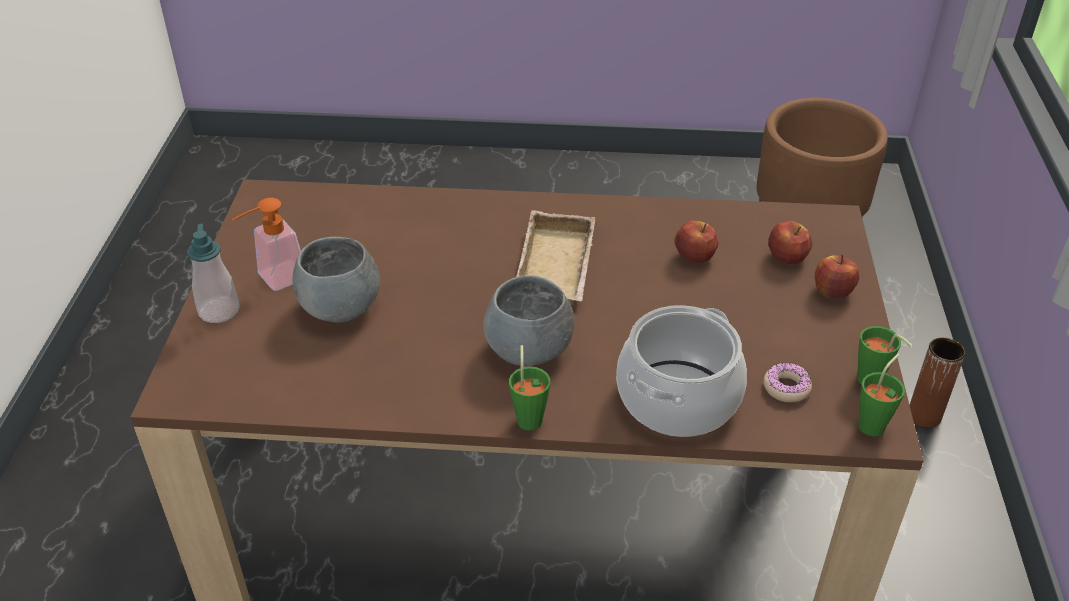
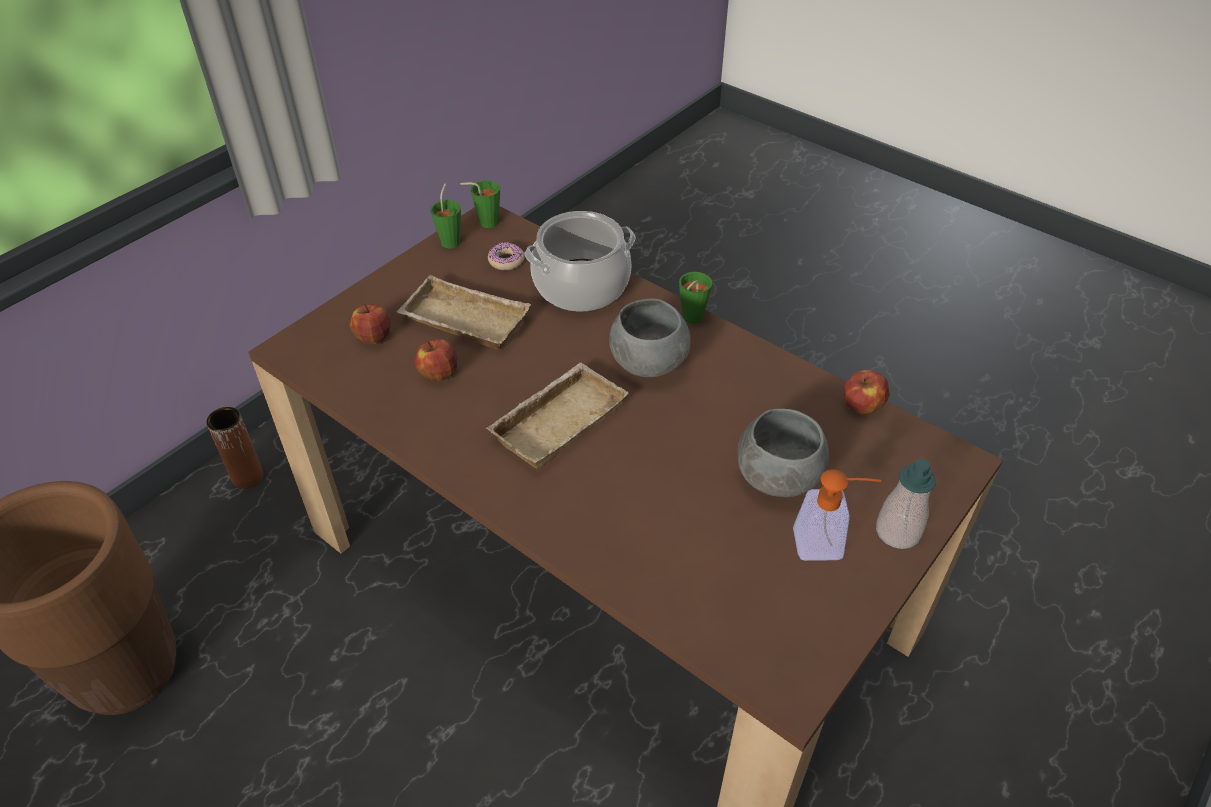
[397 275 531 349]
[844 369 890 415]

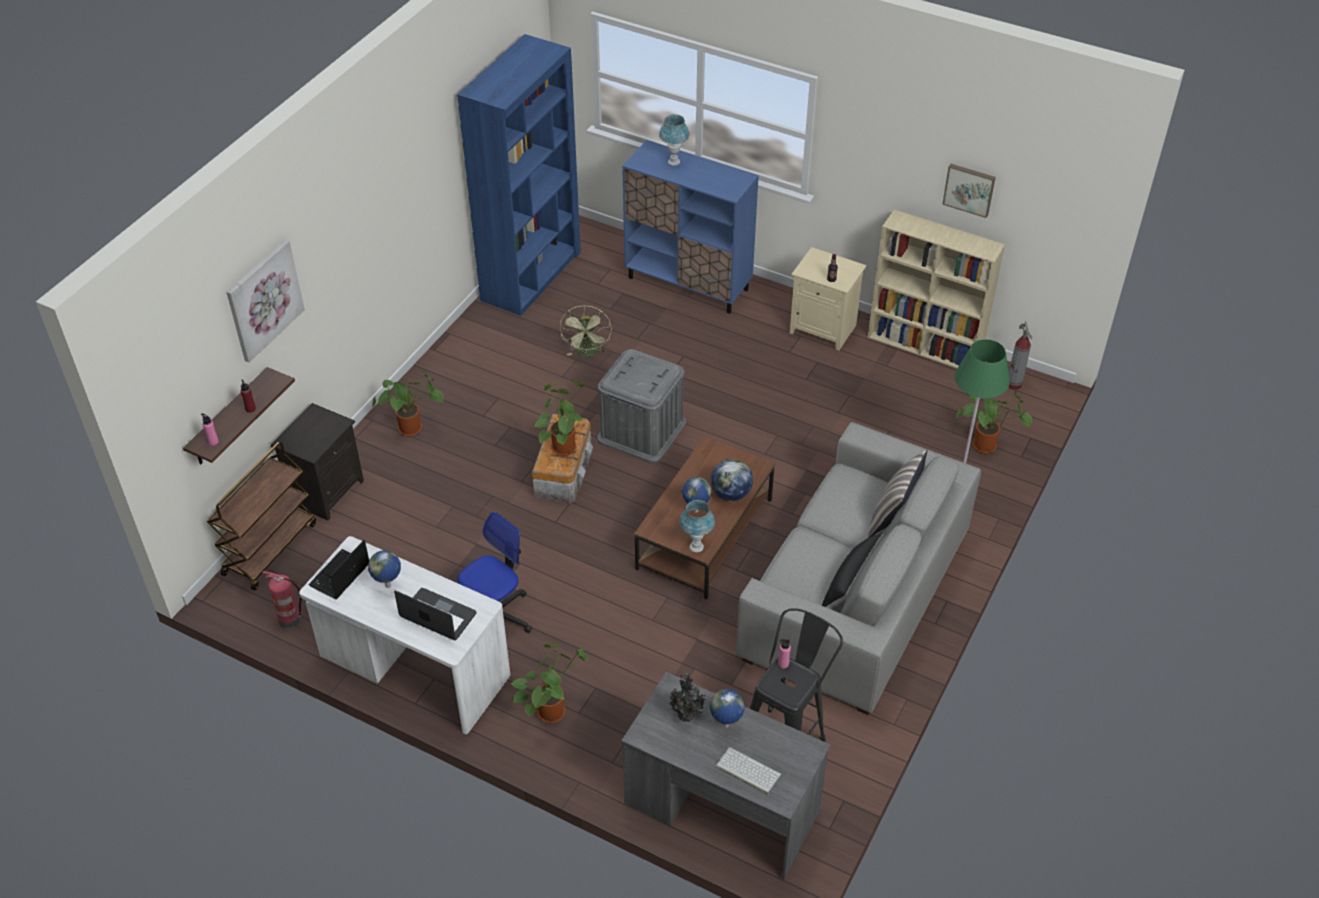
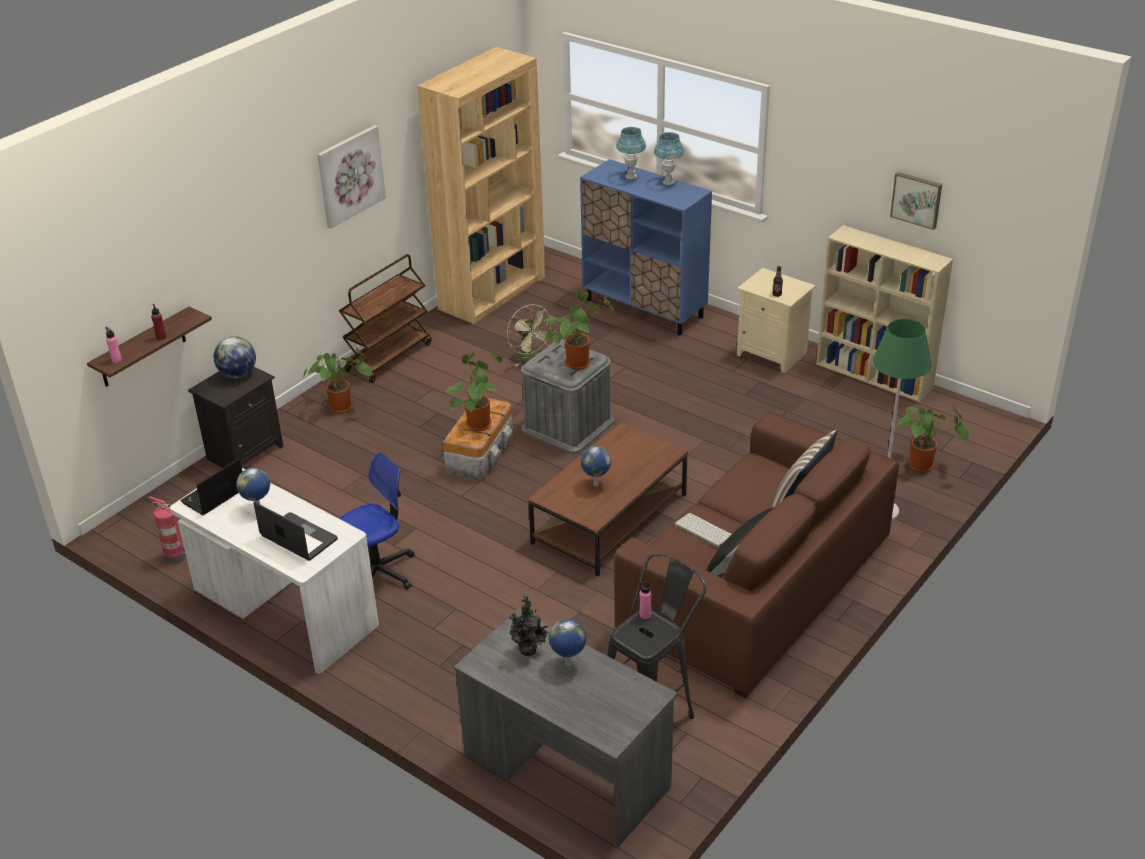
[214 336 256 378]
[317 125 386 229]
[339 254 432 383]
[417 47 545 324]
[507 304 551 367]
[543 292 614 370]
[614 412 899 698]
[654 132 684 185]
[675 513 732 548]
[1009 321 1032 390] (first image)

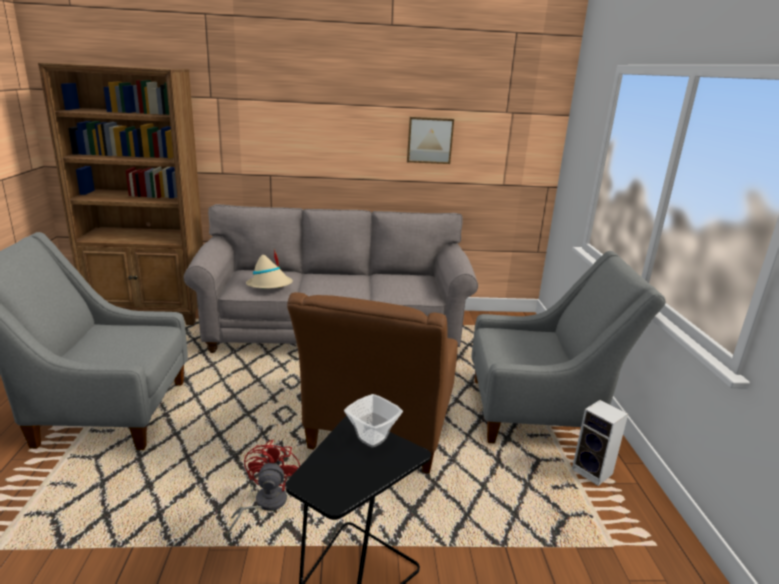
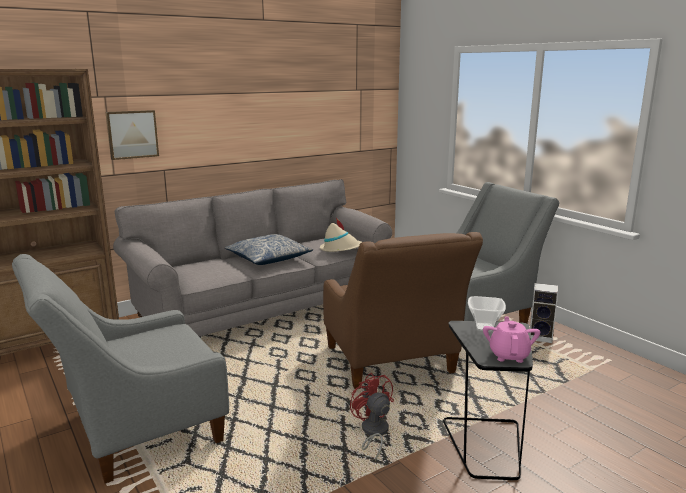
[105 110 159 160]
[225 234 313 265]
[320 218 362 252]
[483 317 540 363]

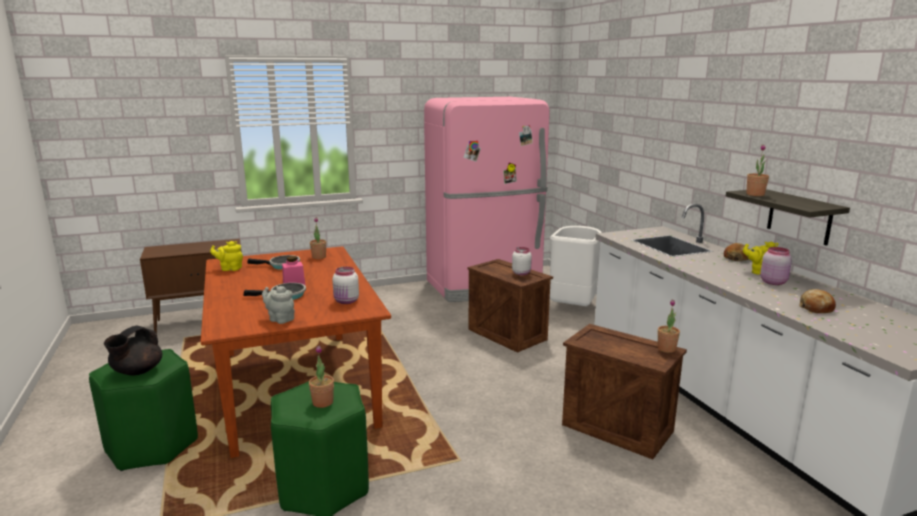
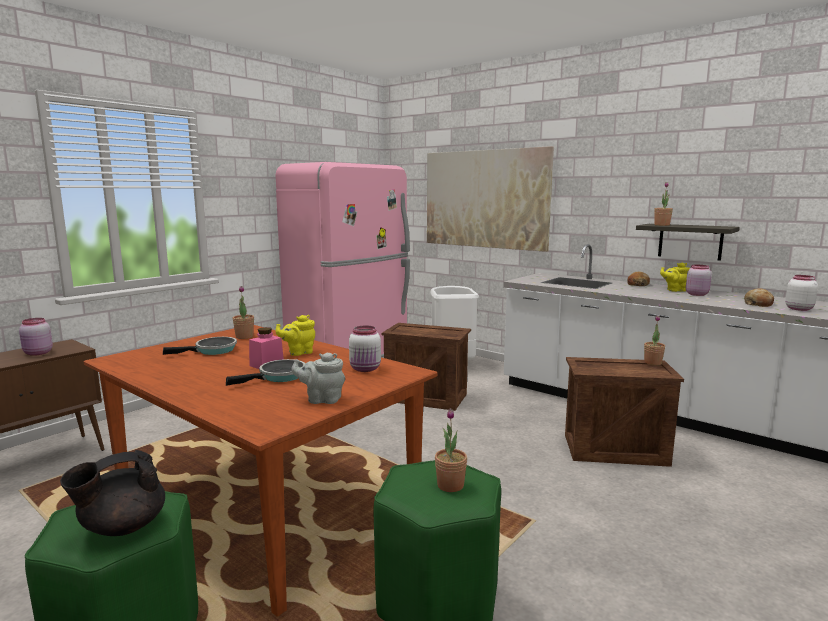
[19 318 53 356]
[60 450 165 536]
[275 315 315 356]
[427 146 554 252]
[785 275 818 311]

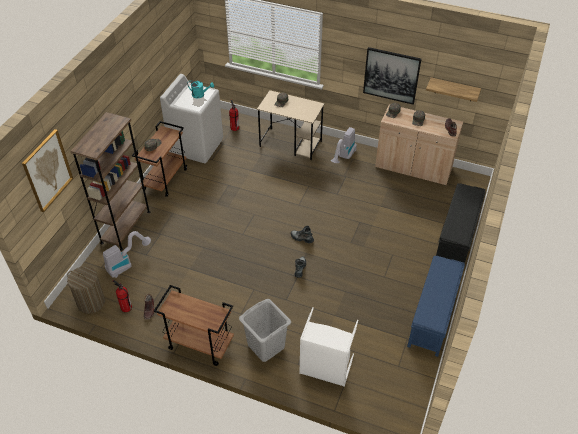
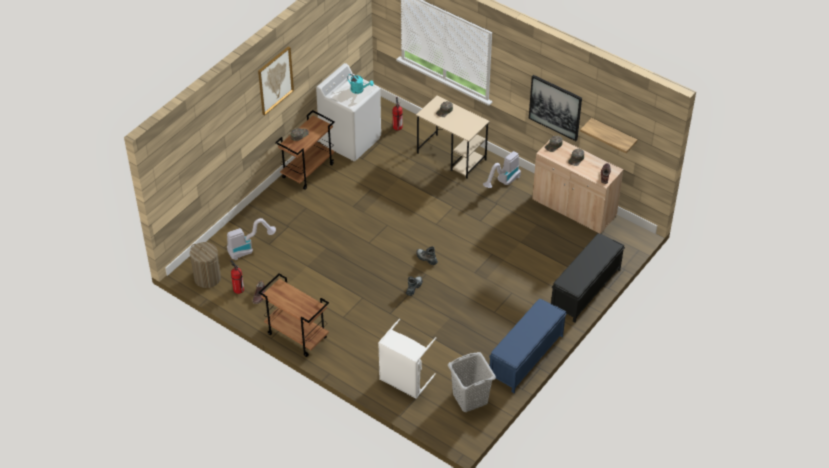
[258 46 294 115]
[448 352 496 412]
[70 112 150 251] (first image)

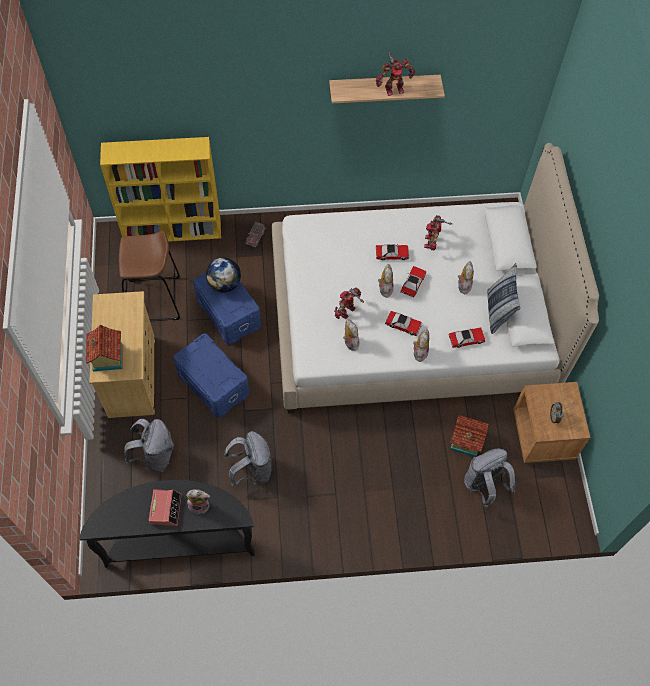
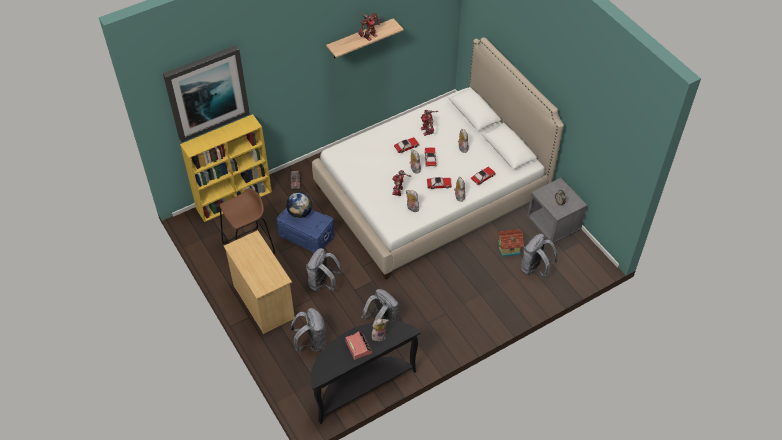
[163 46 250 142]
[306 248 343 291]
[527 178 587 244]
[86 325 122 371] (first image)
[487 263 521 334] (first image)

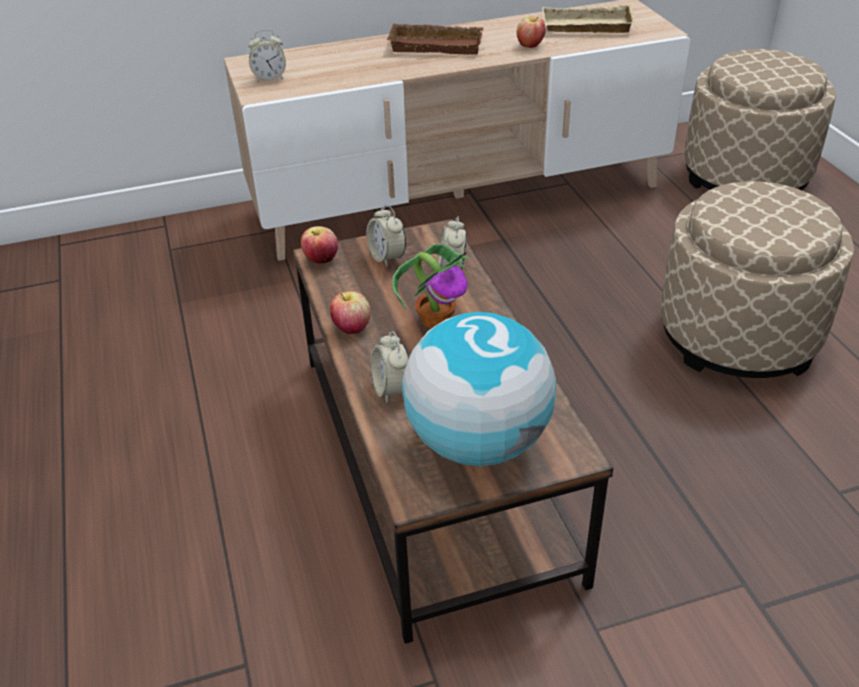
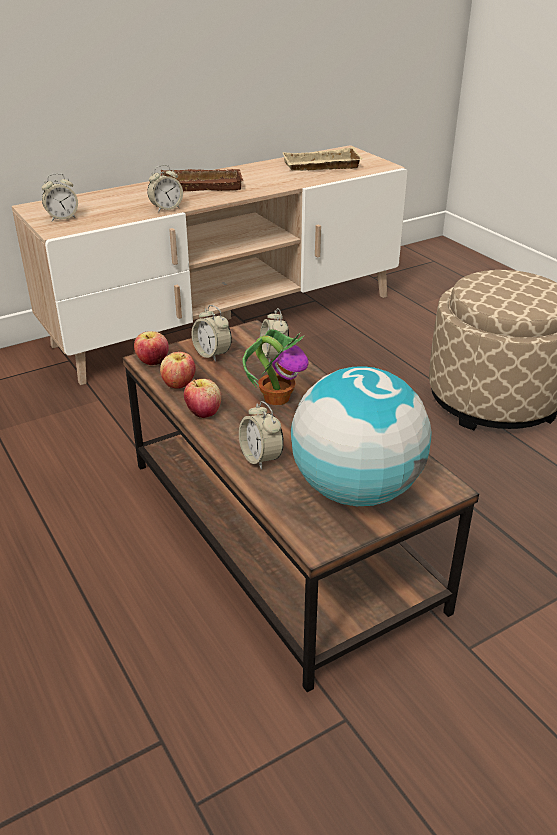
[147 165 183 212]
[160 352 195 389]
[684 49 836 190] (first image)

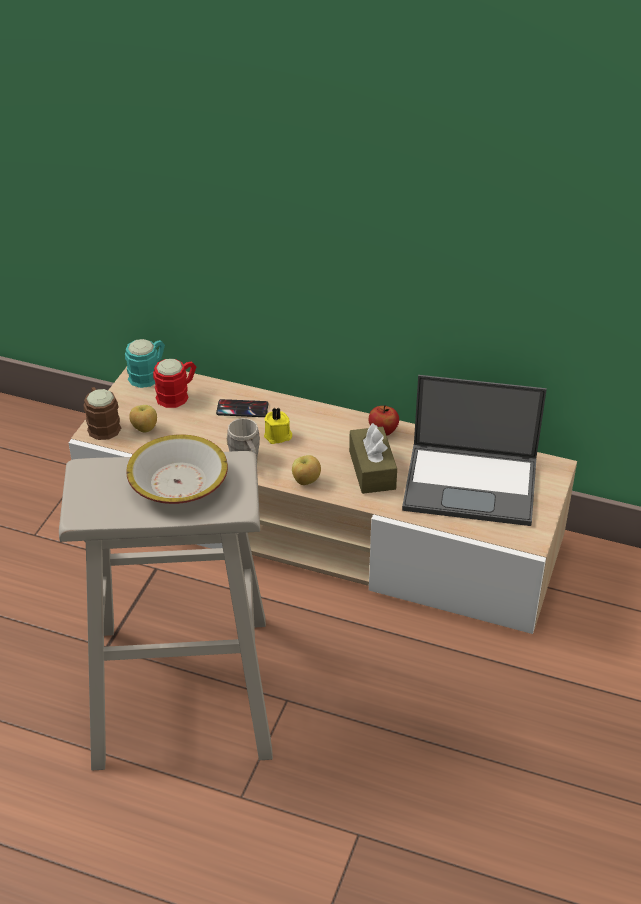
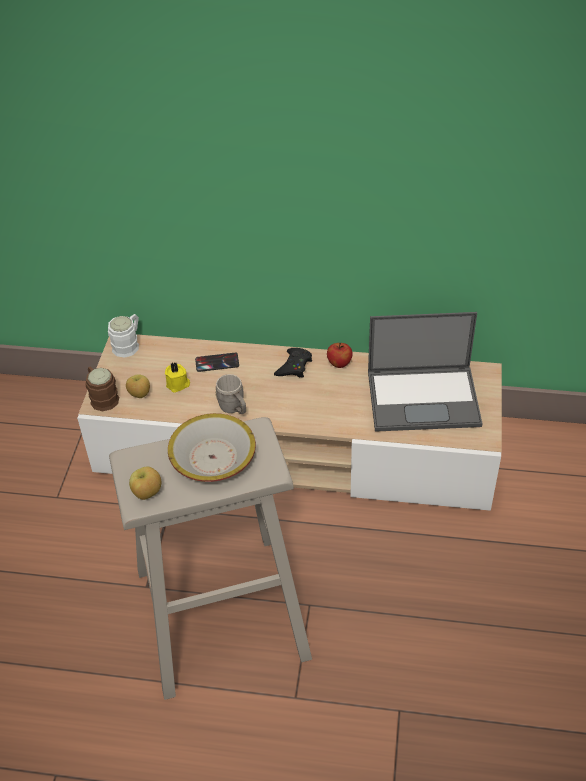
[108 314 139 358]
[129 467 161 500]
[165 362 190 393]
[274 348 312 378]
[153 359 196 408] (first image)
[349 423 397 494] (first image)

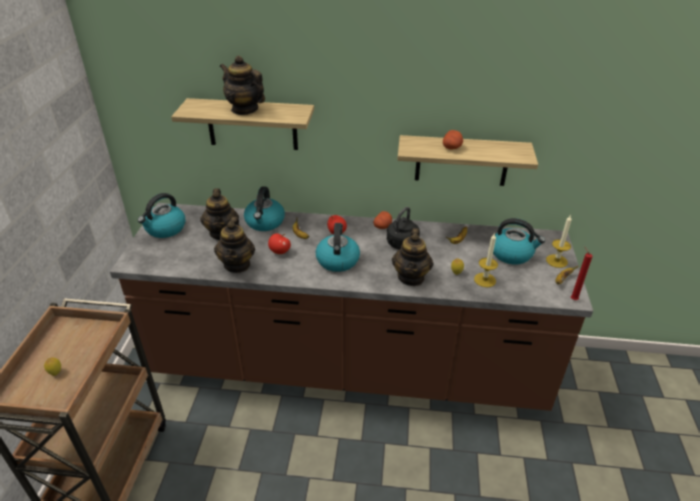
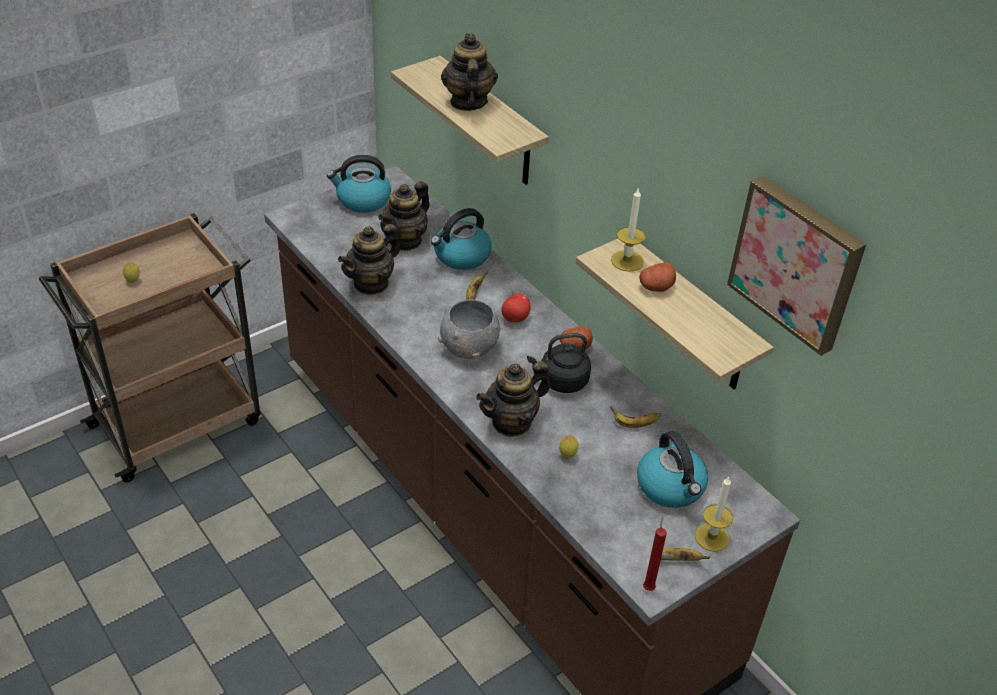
[438 299 501 359]
[611 187 646 272]
[727 176 866 356]
[268 233 291 254] (first image)

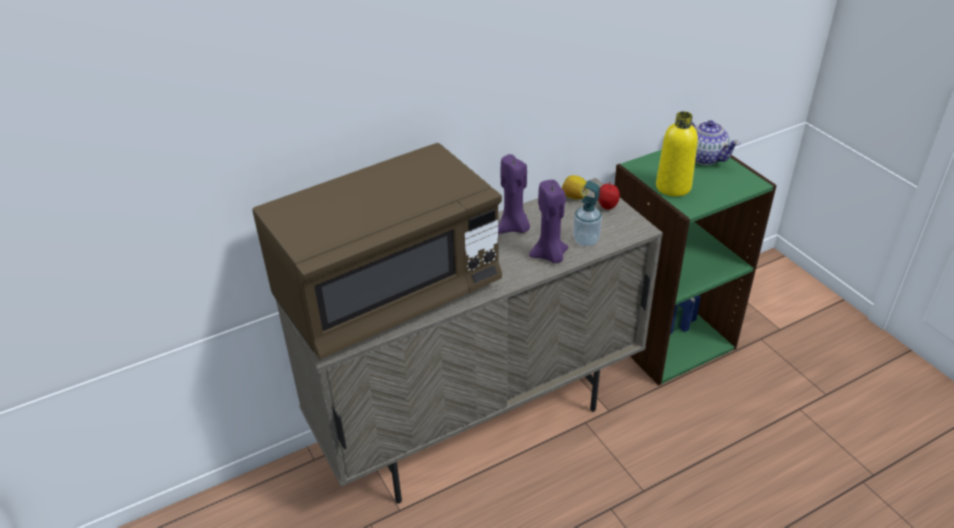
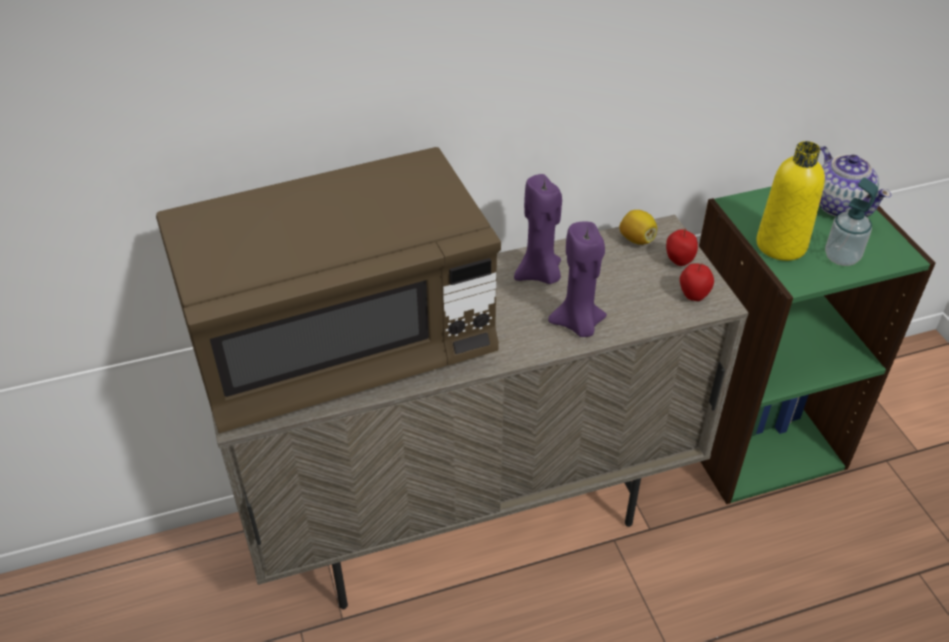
[680 263 714 301]
[825 177 878 266]

